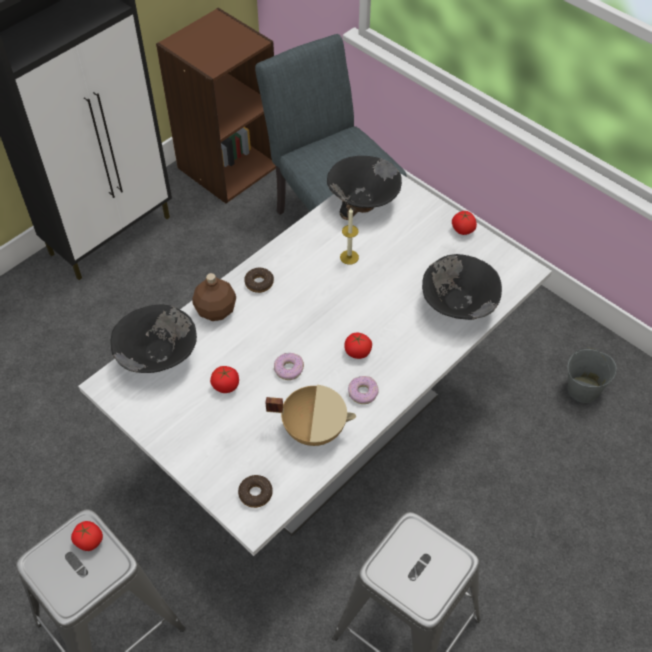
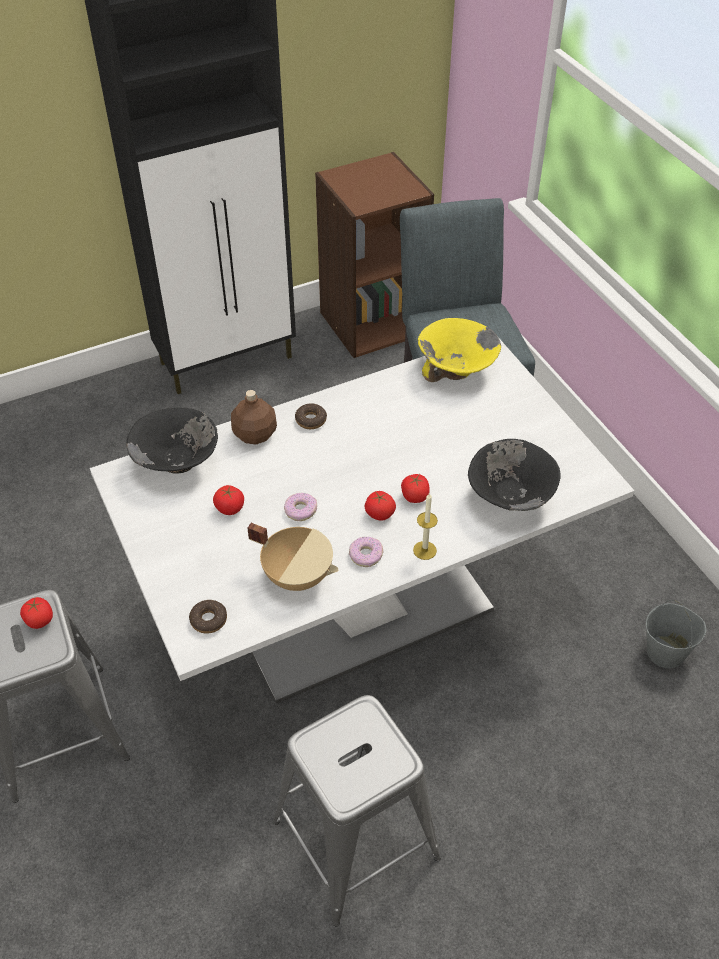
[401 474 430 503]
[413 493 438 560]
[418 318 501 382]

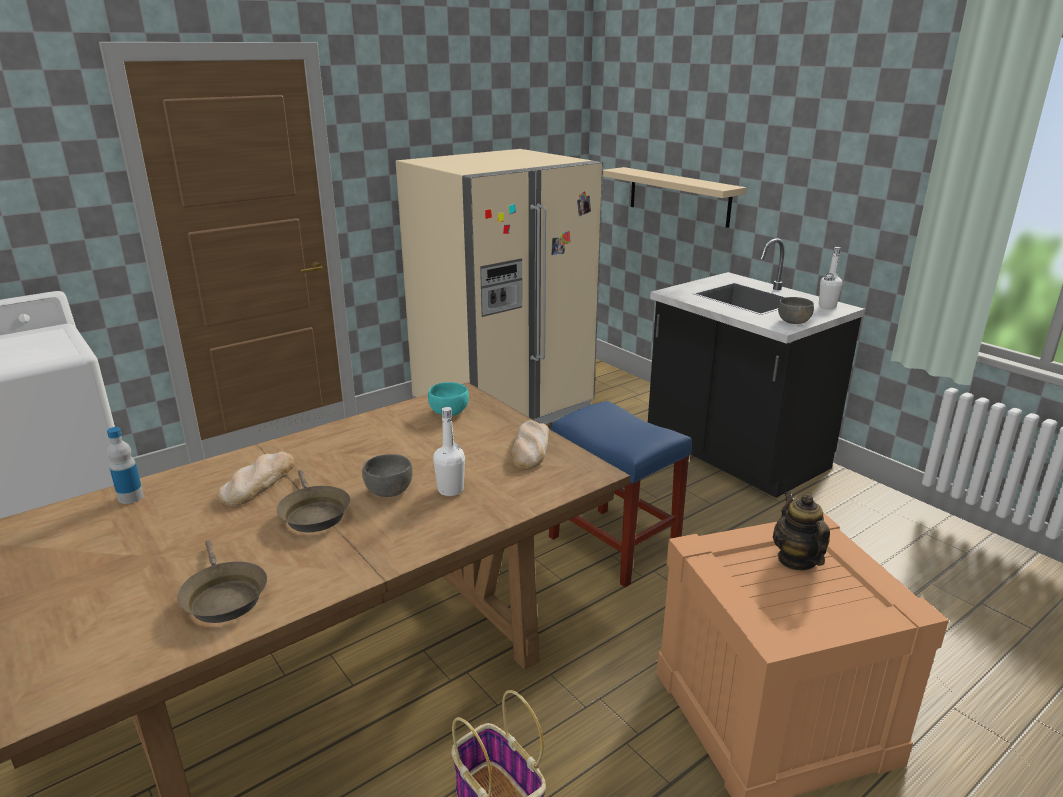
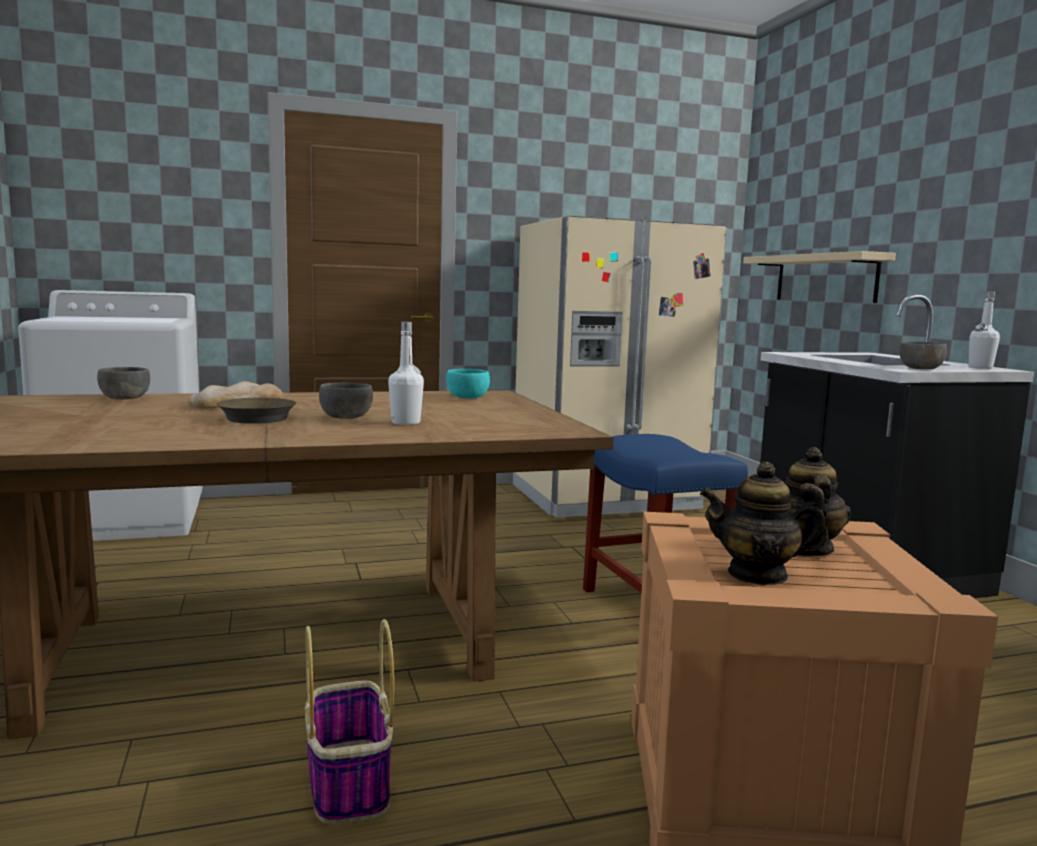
[97 367 150 400]
[700 462 829 585]
[177 540 267 623] (first image)
[511 420 550 470] (first image)

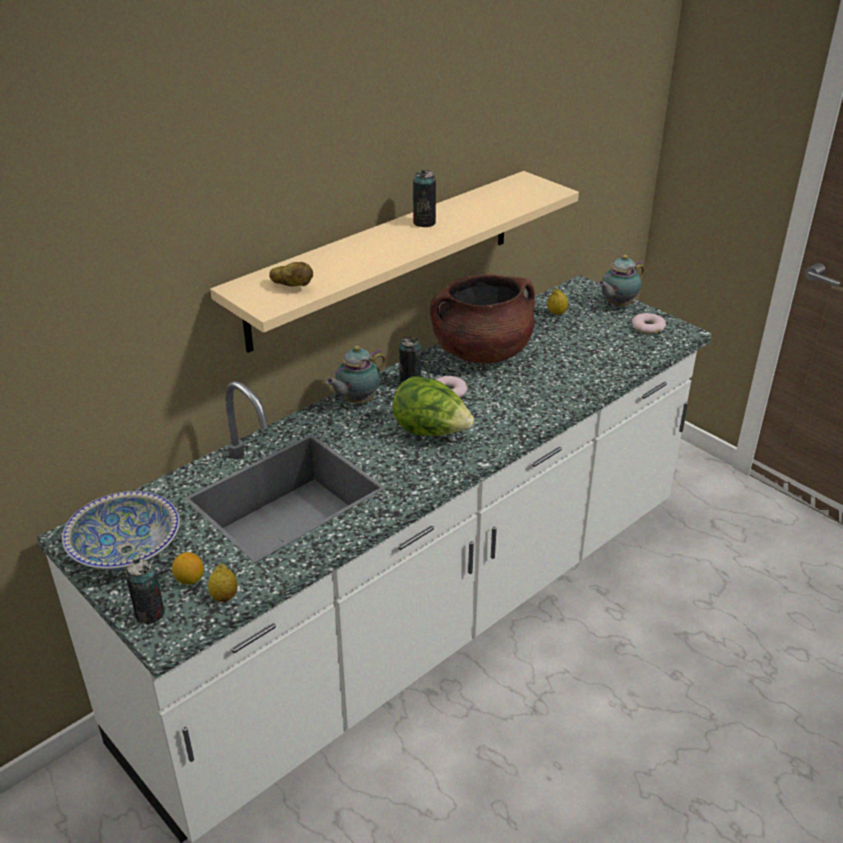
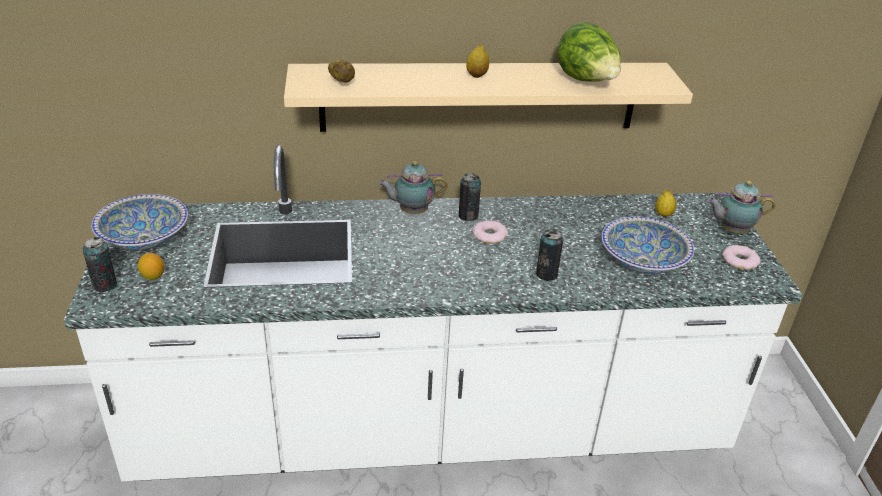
[466 45 489 78]
[536 229 563 281]
[557 22 621 82]
[602 216 694 274]
[430 274 535 363] (first image)

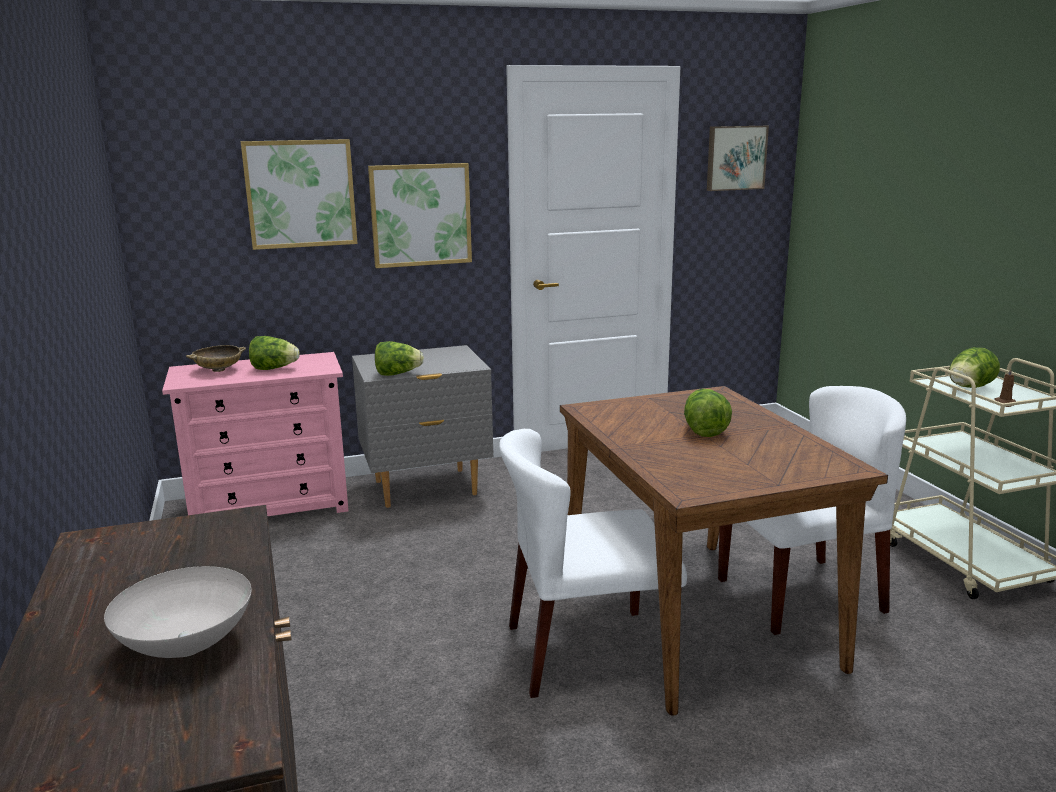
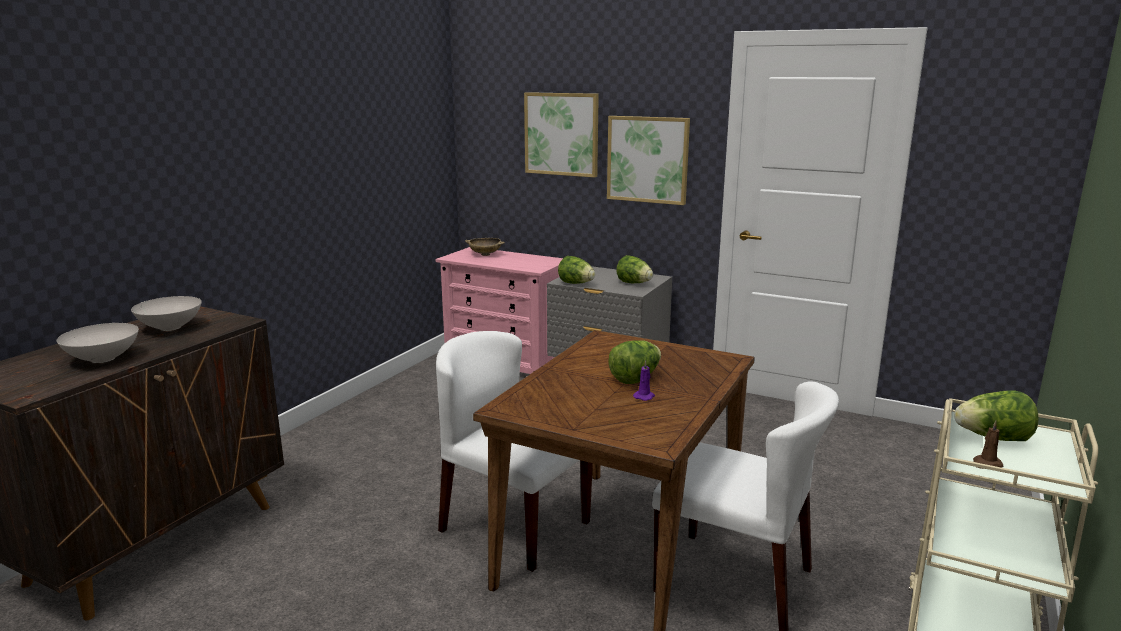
[131 296 202 331]
[616 255 653 283]
[633 360 655 401]
[707 126 769 191] (first image)

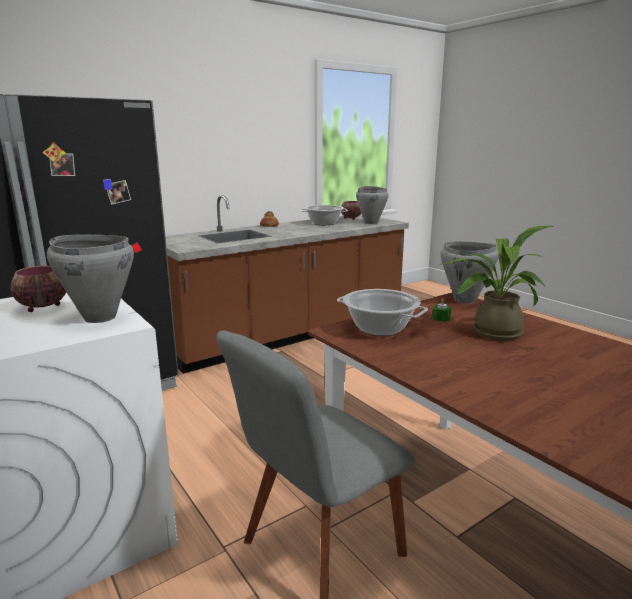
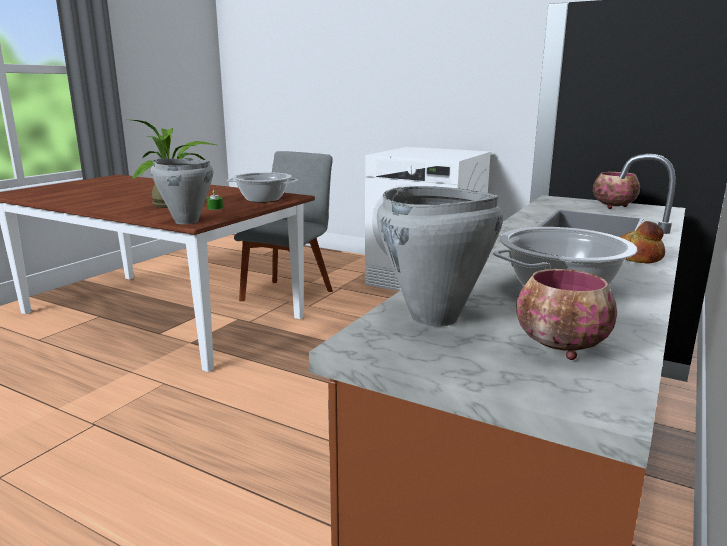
[593 172 640 209]
[47 235 134 323] (first image)

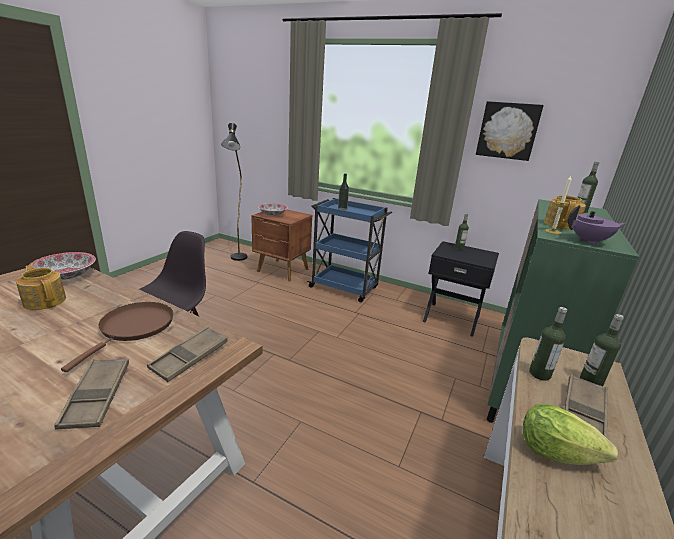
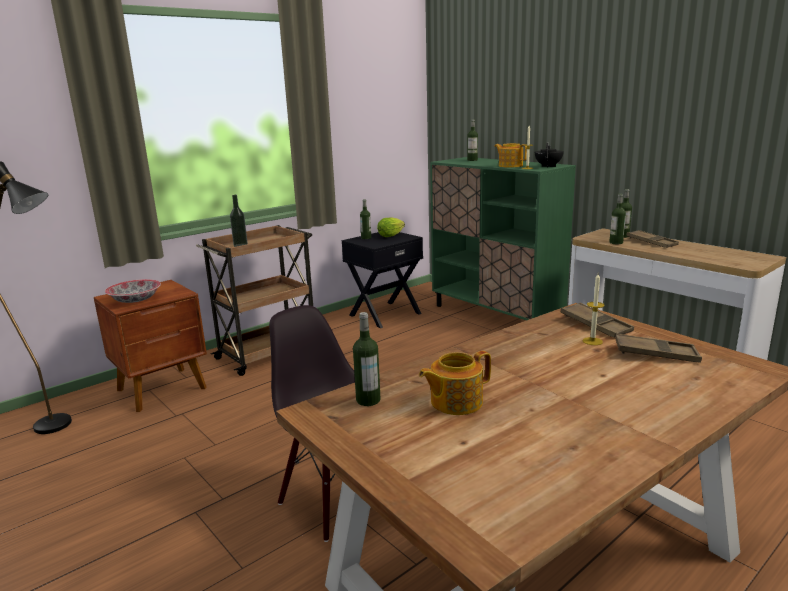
[196 225 313 376]
[353 312 381 406]
[377 217 405 237]
[535 143 564 168]
[583 273 604 345]
[61 302 173 372] (first image)
[476 101 544 161] (first image)

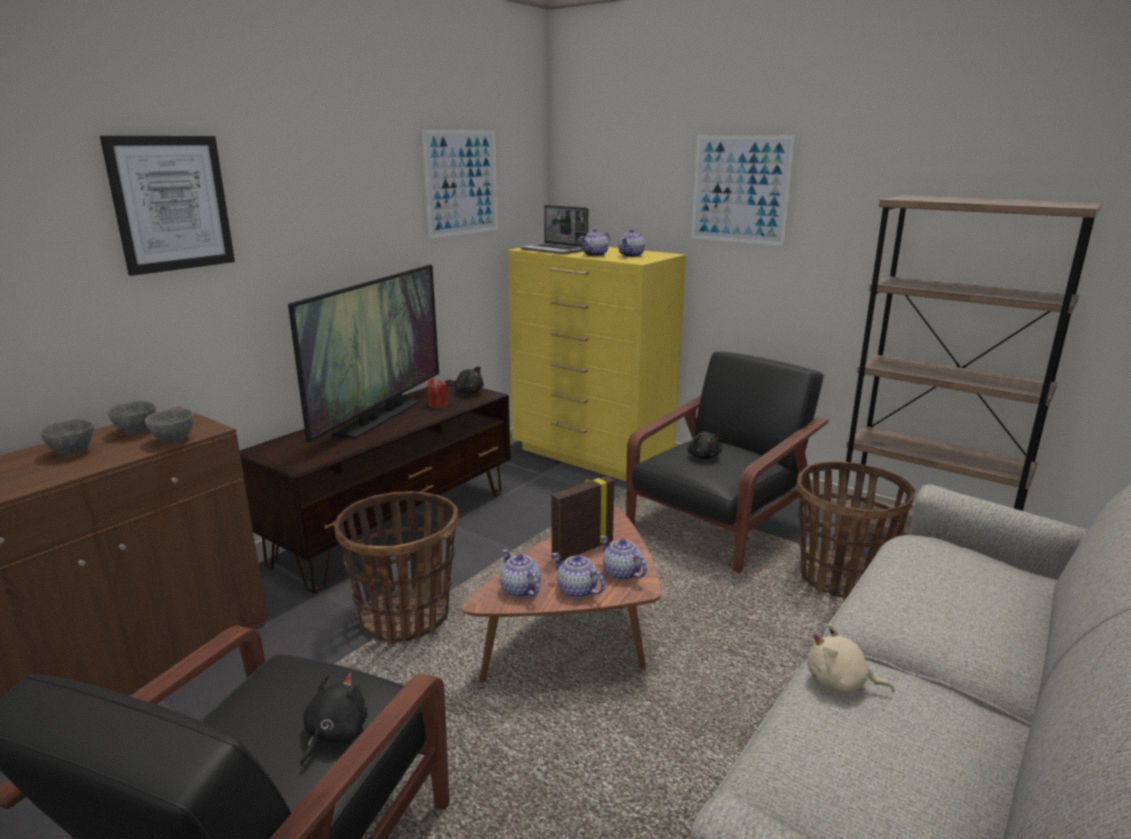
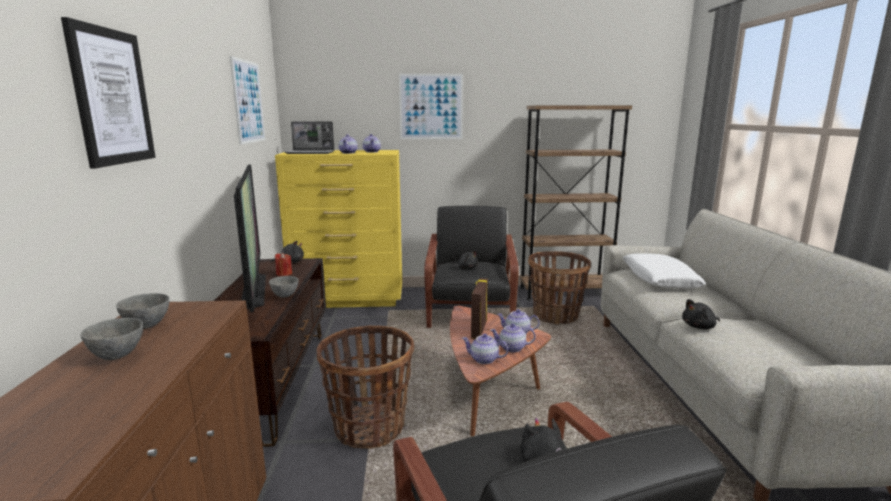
[269 276 299 298]
[623 253 706 289]
[682 299 720 329]

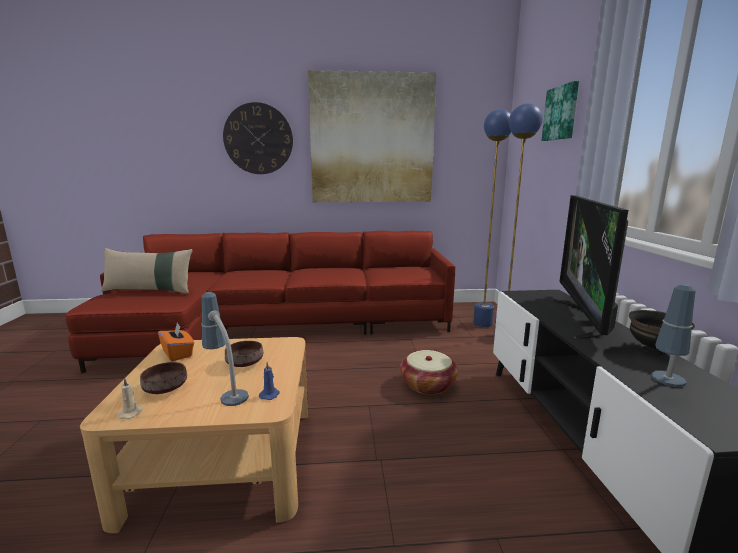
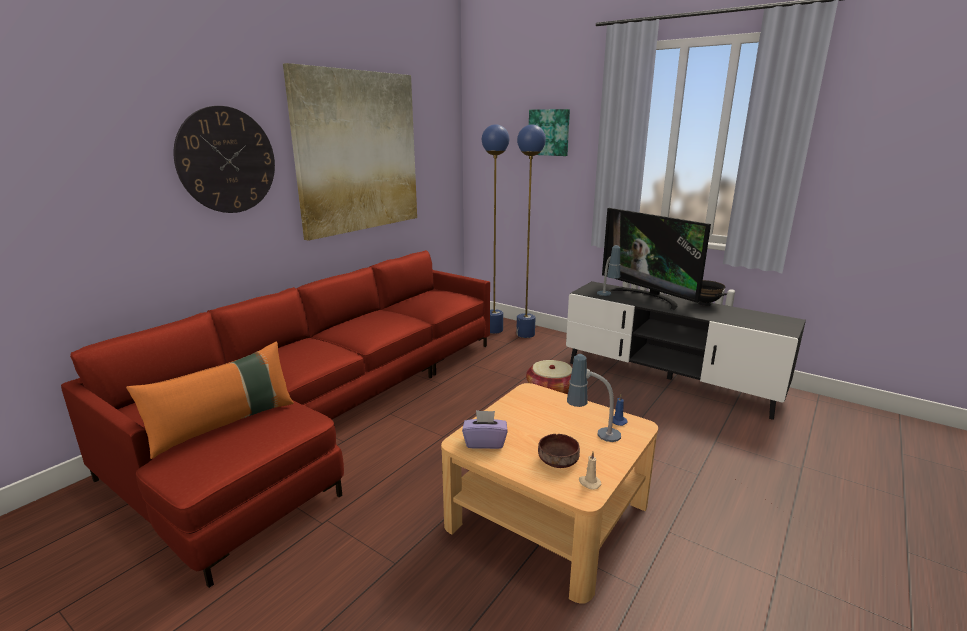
[126 341 294 459]
[462 410 508 449]
[597 245 621 296]
[225 341 263 367] (first image)

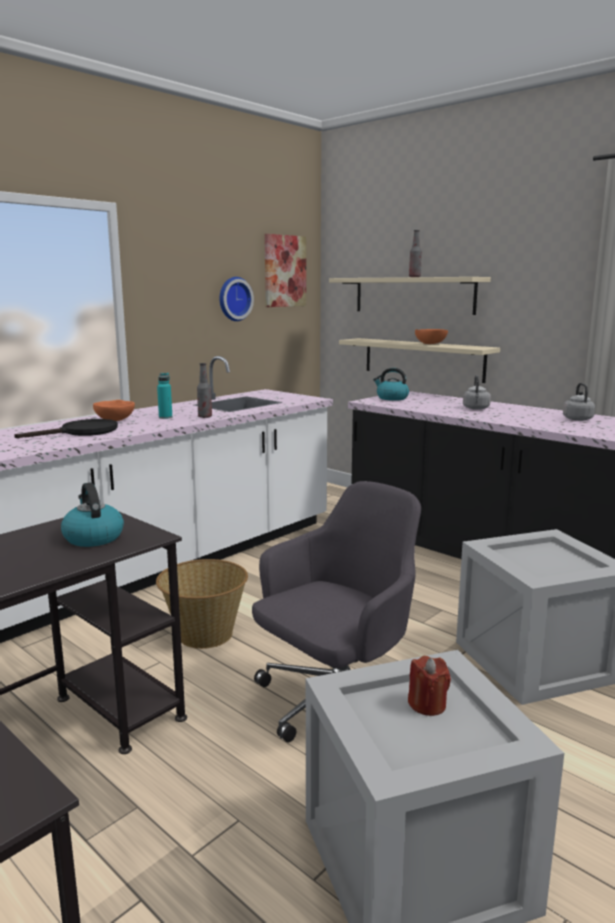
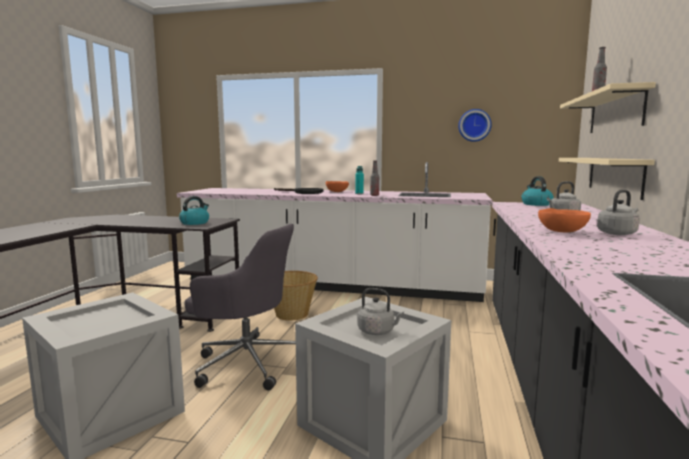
[357 288 404 335]
[538 208 591 232]
[264 234 306 307] (first image)
[408 656 451 716] (first image)

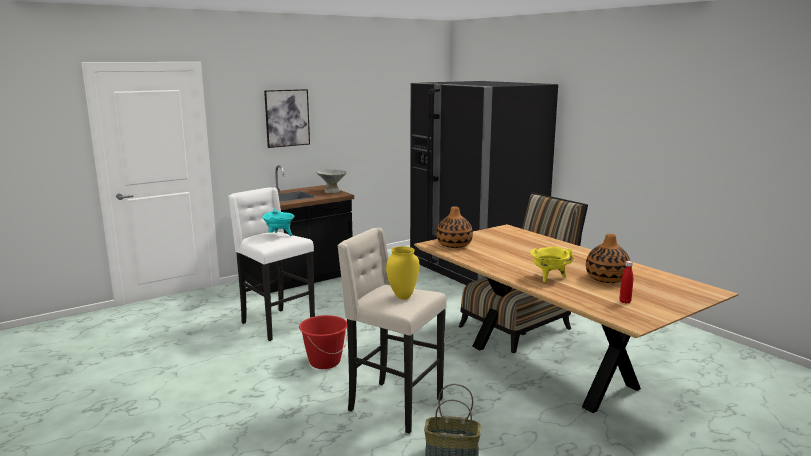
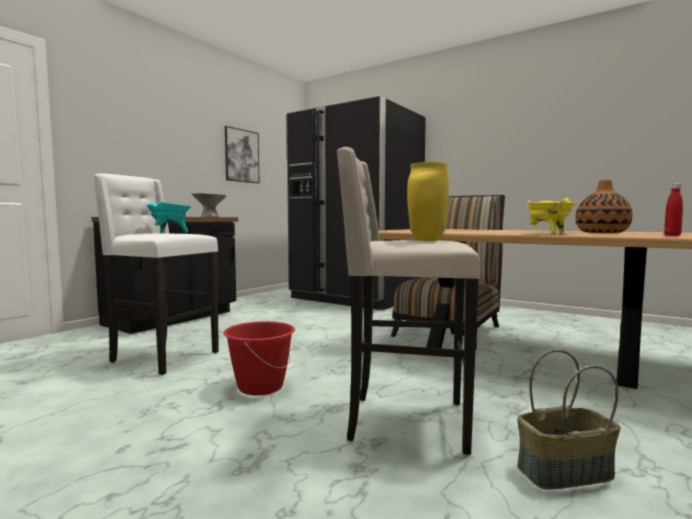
[225 126 260 183]
[436 206 473 248] (first image)

